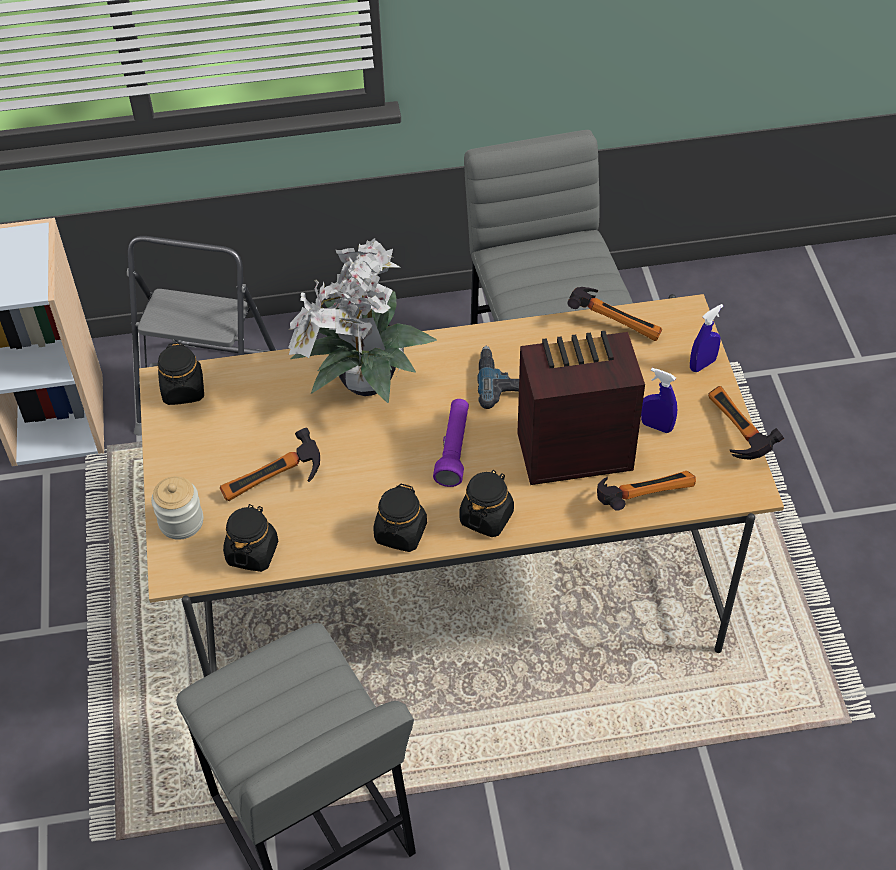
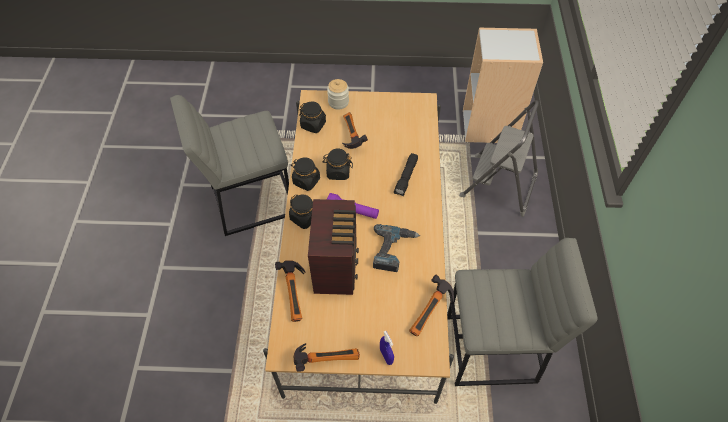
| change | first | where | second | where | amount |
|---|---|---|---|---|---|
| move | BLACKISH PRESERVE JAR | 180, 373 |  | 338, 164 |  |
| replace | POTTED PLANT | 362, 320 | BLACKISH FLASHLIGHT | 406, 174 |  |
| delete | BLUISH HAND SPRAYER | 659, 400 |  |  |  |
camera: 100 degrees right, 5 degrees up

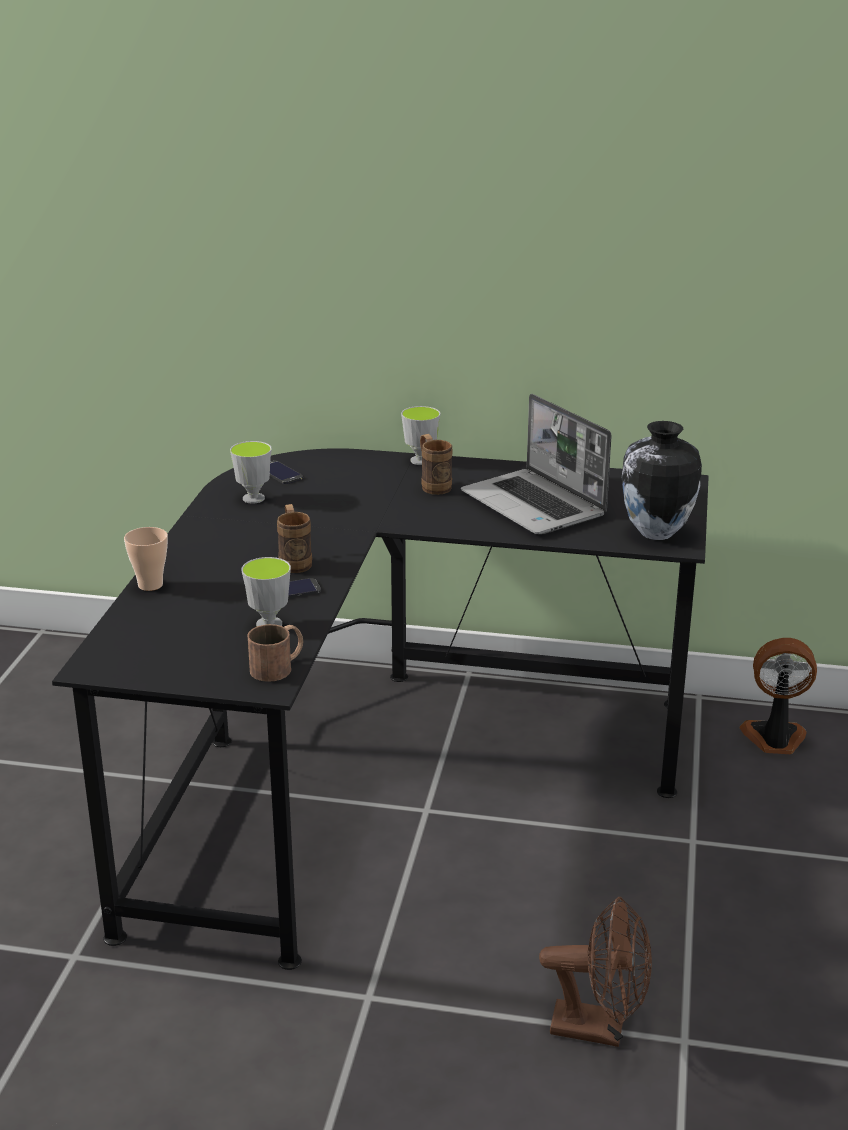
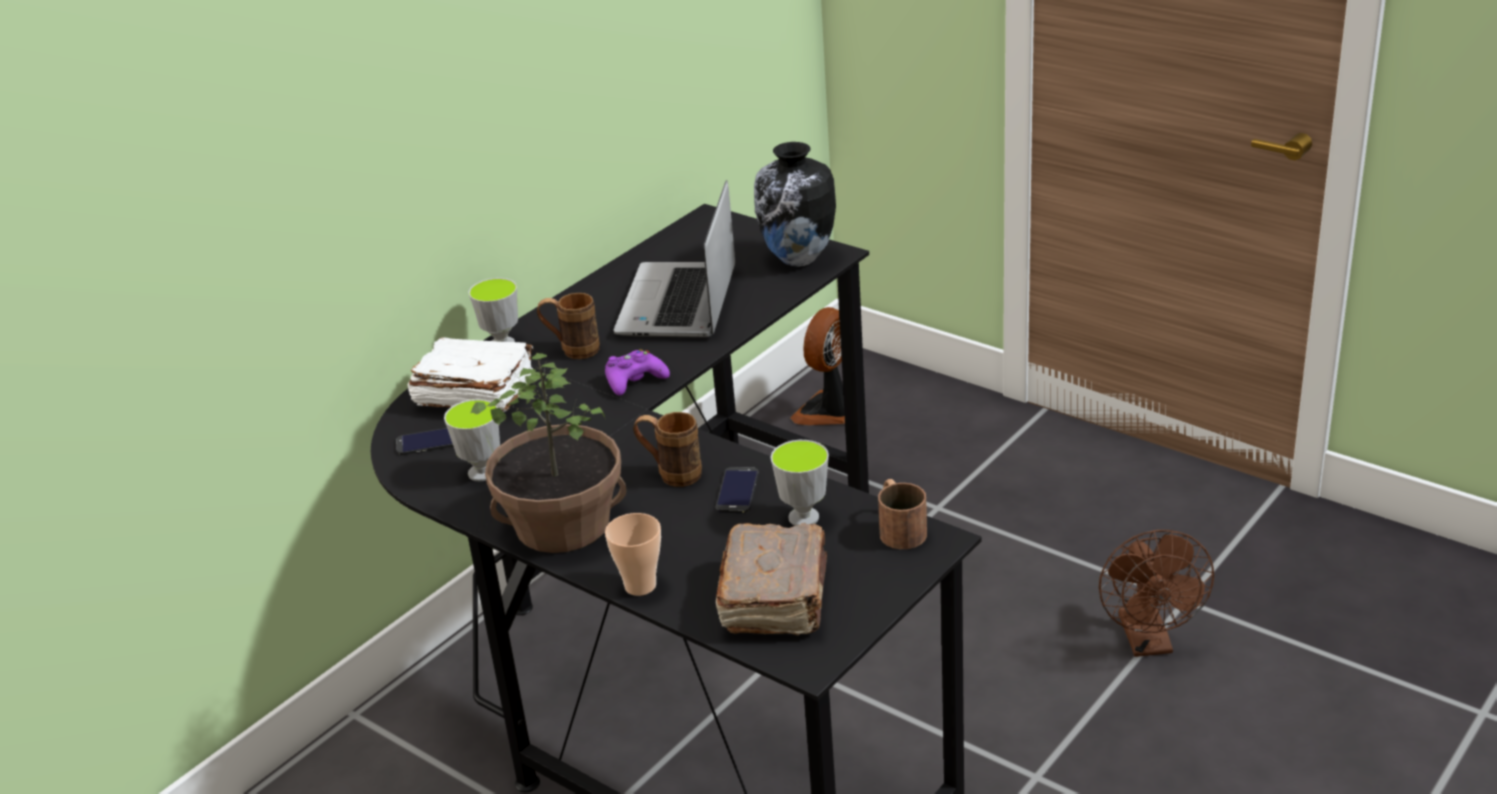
| change | first | where | second | where | amount |
|---|---|---|---|---|---|
| insert |  |  | WHITISH VOLUME | 470, 374 |  |
| insert |  |  | POTTED PLANT | 548, 453 |  |
| insert |  |  | PURPLISH JOYPAD | 637, 372 |  |
| rotate | LAPTOP | 536, 464 |  | 674, 259 | 105 degrees clockwise |
| insert |  |  | BROWNISH VOLUME | 771, 579 |  |
| rotate | BROWNISH FAN | 595, 972 |  | 1156, 593 | 135 degrees clockwise |
camera: 60 degrees left, 5 degrees up

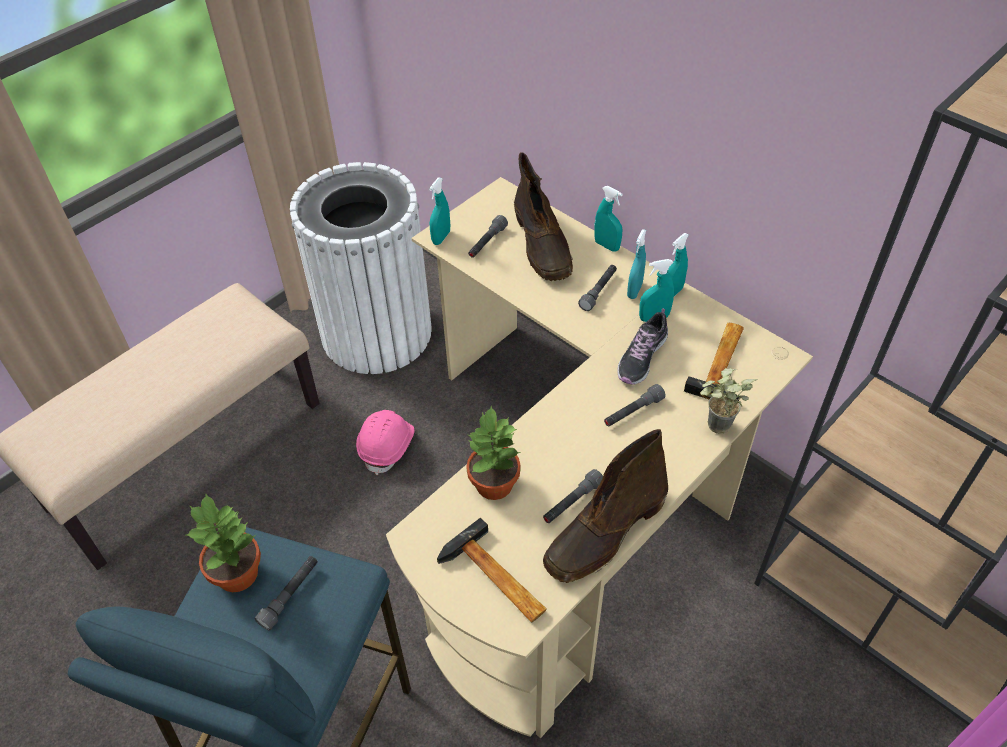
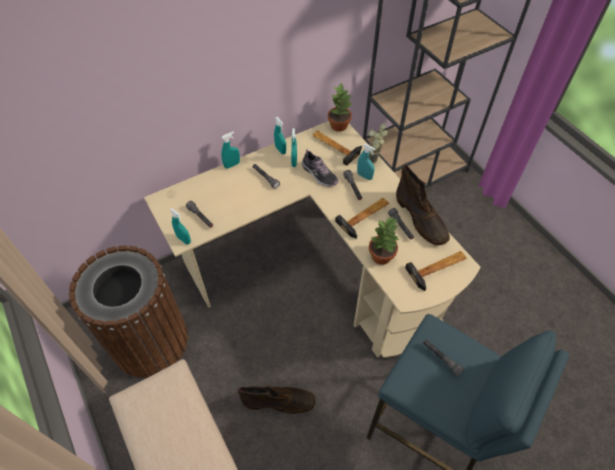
| change | first | where | second | where | amount |
|---|---|---|---|---|---|
| recolor | WHITISH TRASH CAN | 361, 268 | BROWNISH TRASH CAN | 128, 312 |  |
| move | BROWNISH BOOT | 543, 216 |  | 276, 399 |  |
| move | POTTED PLANT | 223, 543 |  | 340, 108 |  |
| insert |  |  | HAMMER | 362, 218 |  |
| move | BLUE-GREEN HAND SPRAYER | 636, 264 |  | 366, 162 |  |
| delete | PINKISH HARD HAT | 385, 442 |  |  |  |
camera: 75 degrees left, 5 degrees up

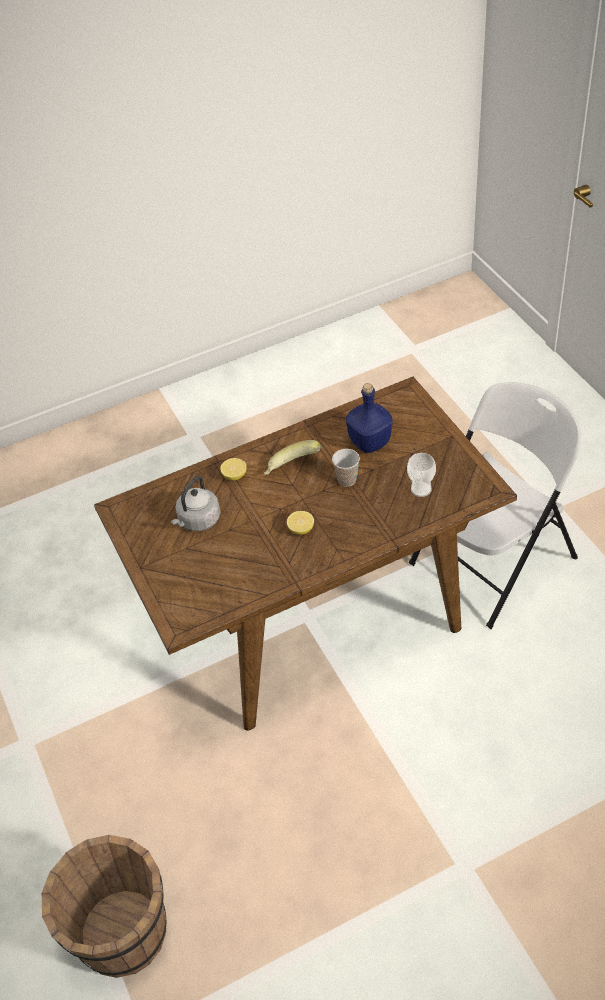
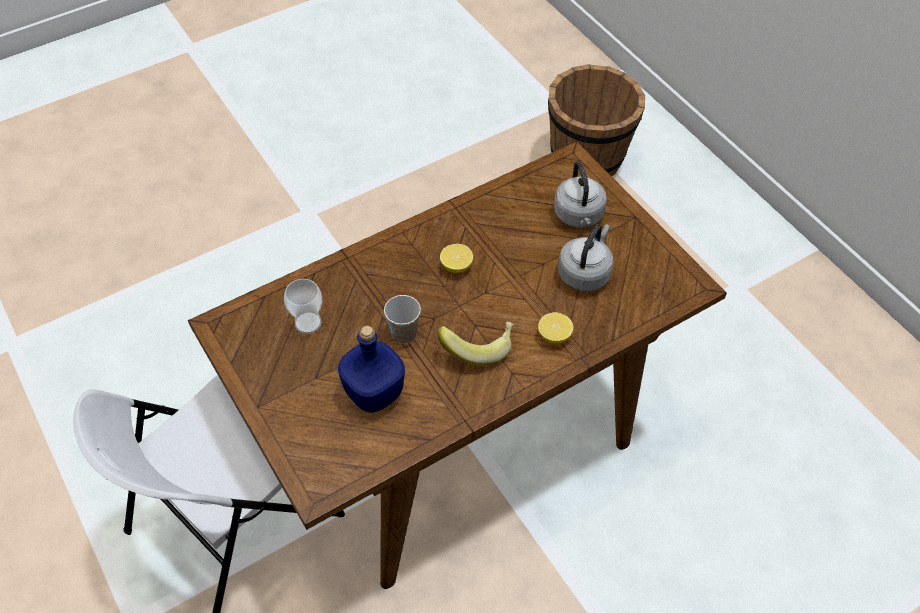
| change | first | where | second | where | amount |
|---|---|---|---|---|---|
| insert |  |  | GRAY TEA KETTLE | 580, 194 |  |
camera: 170 degrees right, 5 degrees up

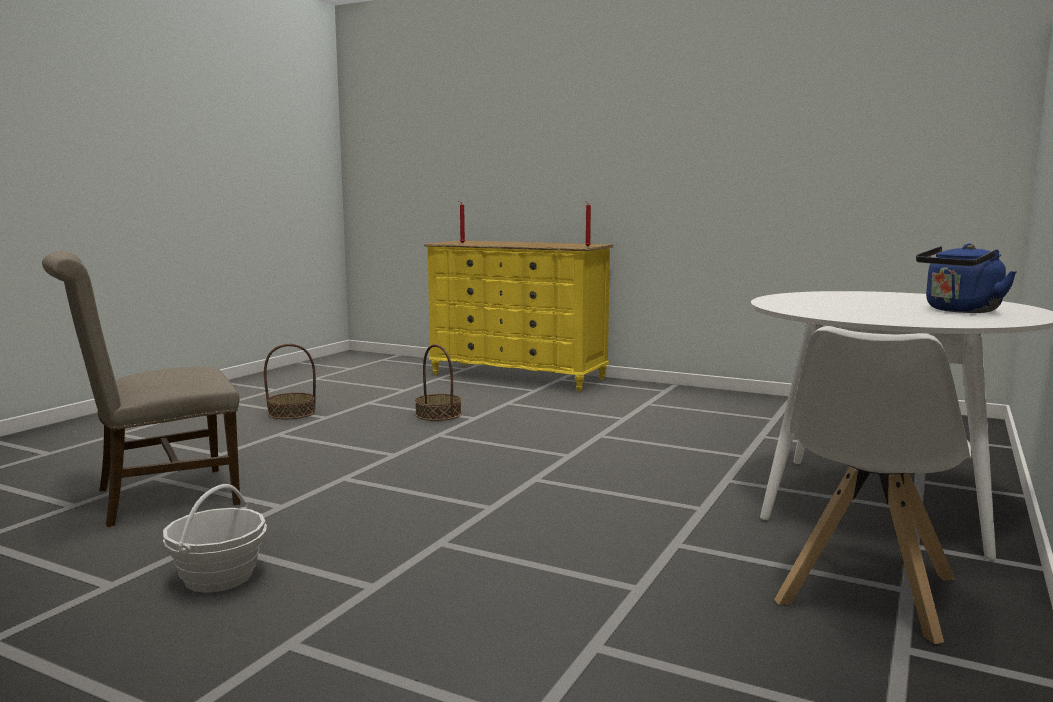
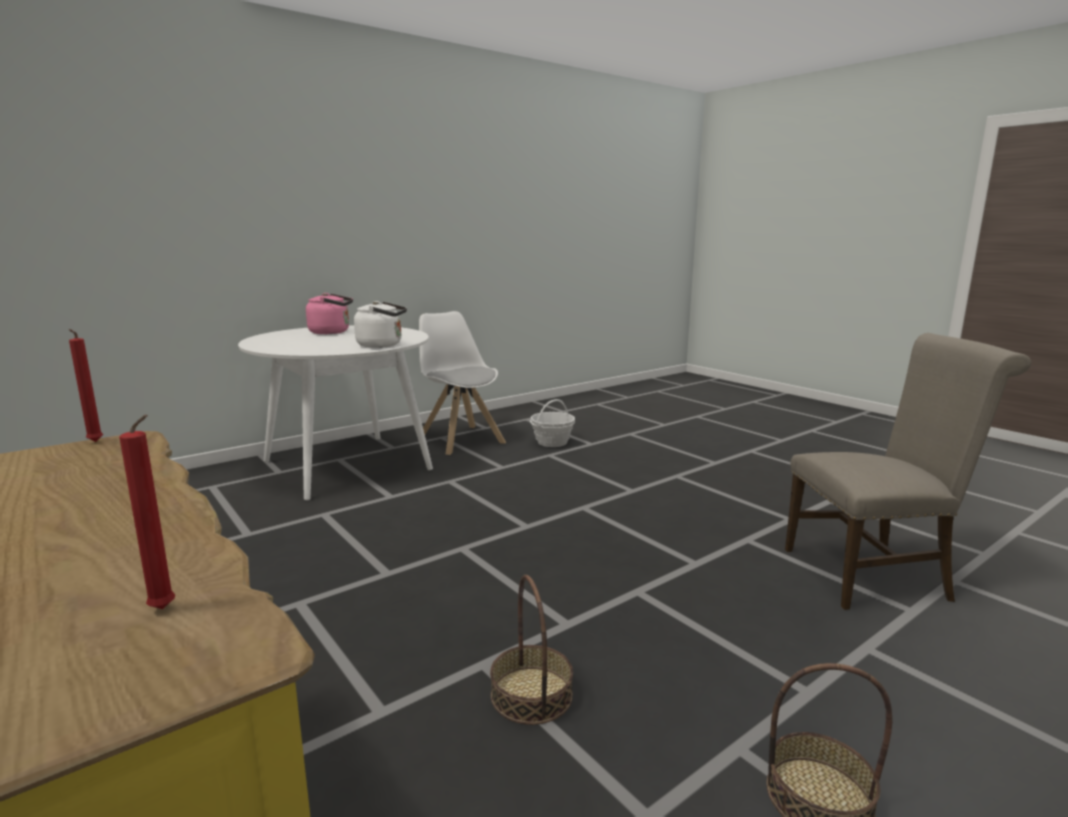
| change | first | where | second | where | amount |
|---|---|---|---|---|---|
| recolor | BLUISH TEA KETTLE | 966, 278 | PINKISH TEA KETTLE | 329, 313 |  |
| insert |  |  | WHITISH TEA KETTLE | 380, 324 |  |
| rotate | UPRIGHT CHAIR | 873, 485 |  | 462, 383 | 90 degrees counterclockwise |
| move | HOUSEHOLD BASKET | 215, 538 |  | 552, 423 |  |
camera: 155 degrees left, 5 degrees up

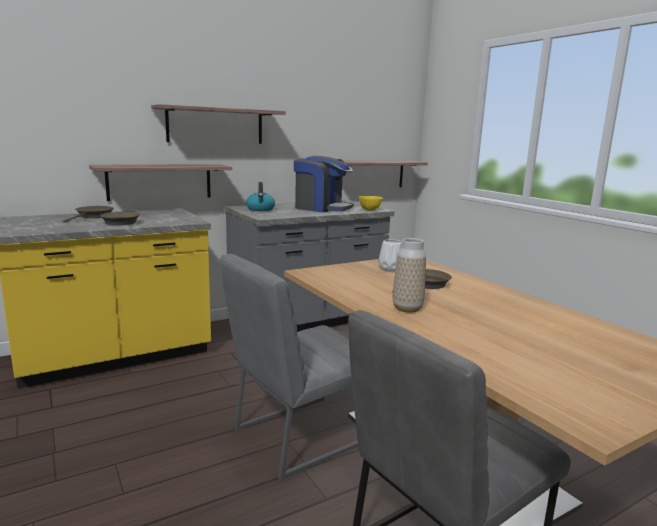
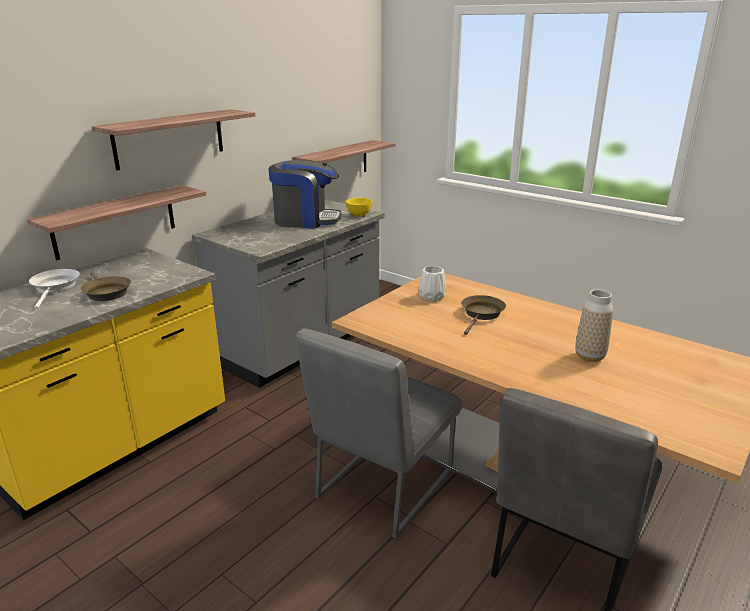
| change | first | where | second | where | amount |
|---|---|---|---|---|---|
| recolor | BROWNISH PAN | 88, 214 | WHITISH PAN | 54, 289 |  |
| move | FLOWER VASE | 409, 275 |  | 594, 325 |  |
| delete | TEA KETTLE | 260, 196 |  |  |  |
camera: 20 degrees left, 10 degrees up

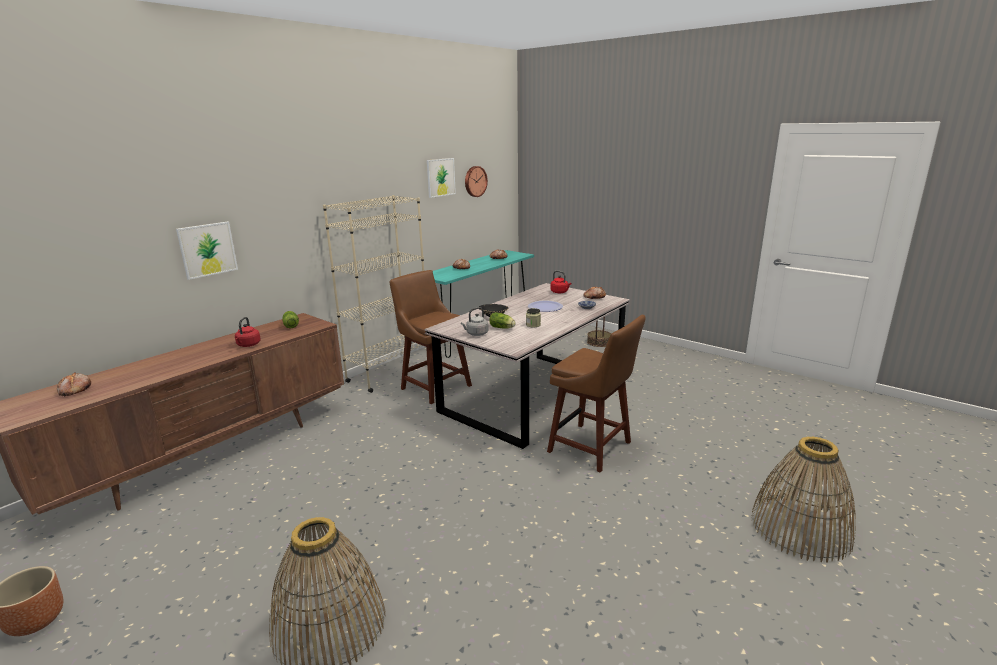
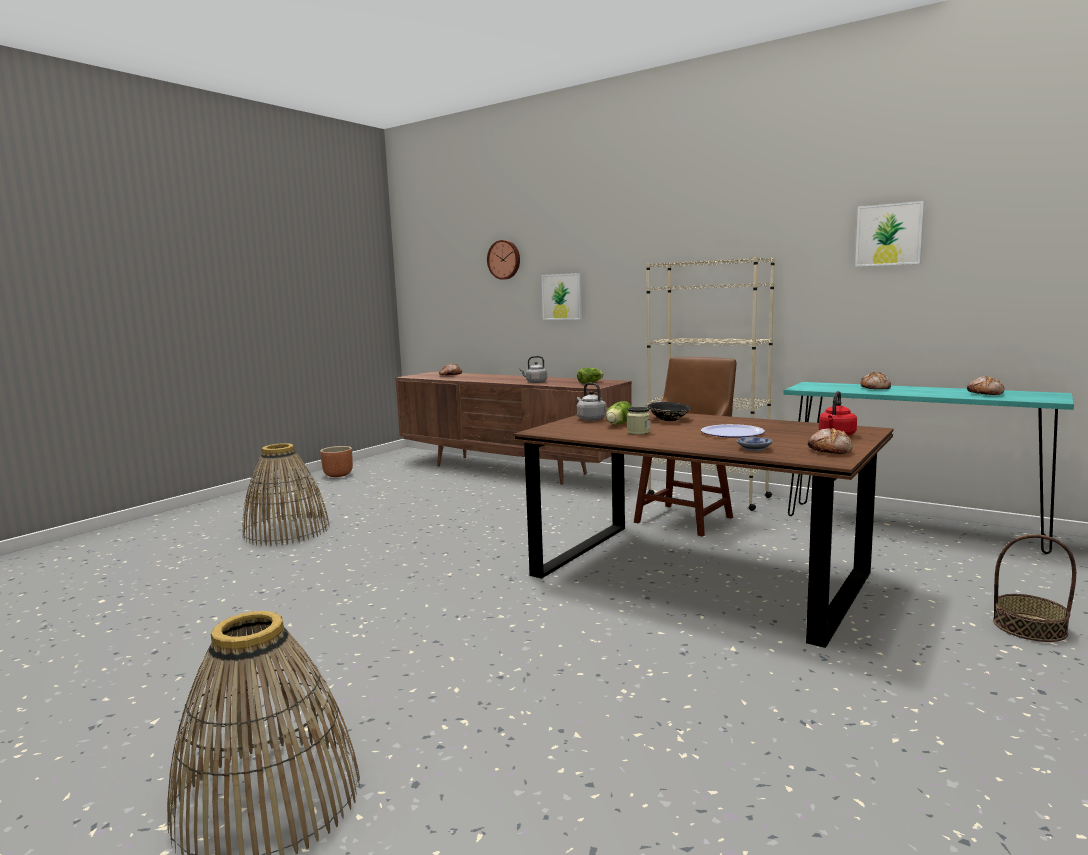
| change | first | where | second | where | amount |
|---|---|---|---|---|---|
| move | HANGING CLOCK | 476, 181 |  | 503, 260 |  |
| recolor | GRAY DINNER TABLE | 527, 366 | BROWNISH DINNER TABLE | 703, 527 |  |
| recolor | REDDISH TEA KETTLE | 248, 332 | GRAY TEA KETTLE | 533, 369 |  |
| delete | BROWNISH UPRIGHT CHAIR | 596, 393 |  |  |  |
camera: 85 degrees right, 10 degrees down

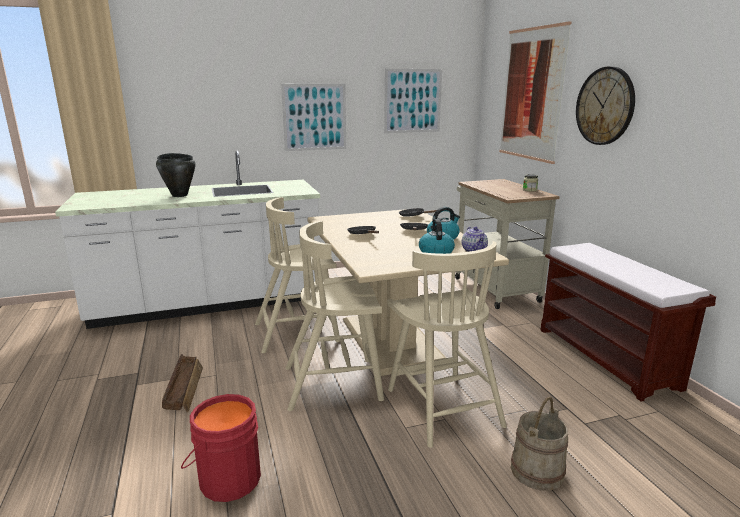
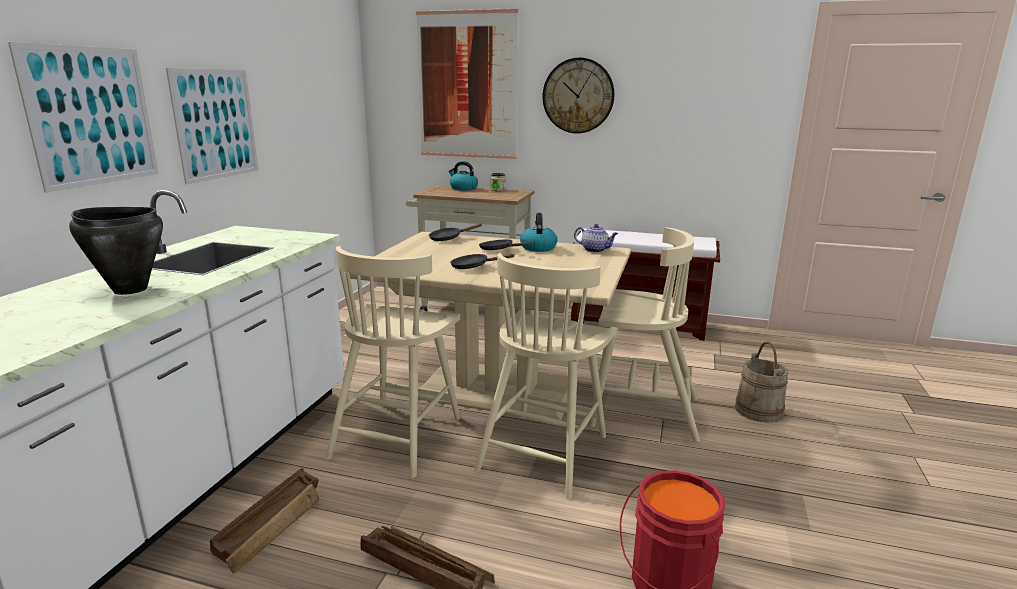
| change | first | where | second | where | amount |
|---|---|---|---|---|---|
| move | PICTURE | 413, 101 |  | 83, 117 |  |
| insert |  |  | CRATE | 264, 520 |  |
| move | TEA KETTLE | 437, 236 |  | 463, 176 |  |
camera: 55 degrees left, 0 degrees up

